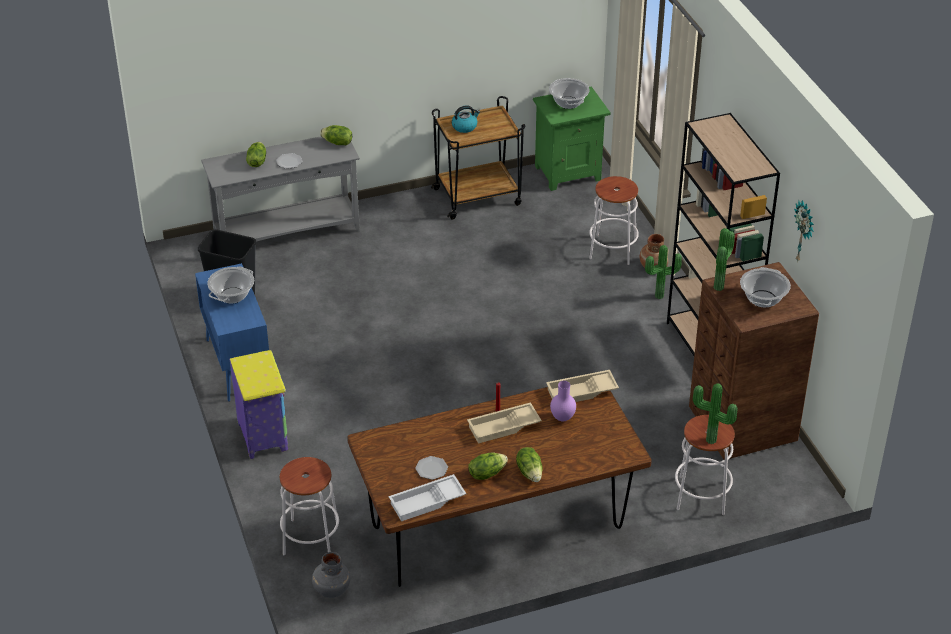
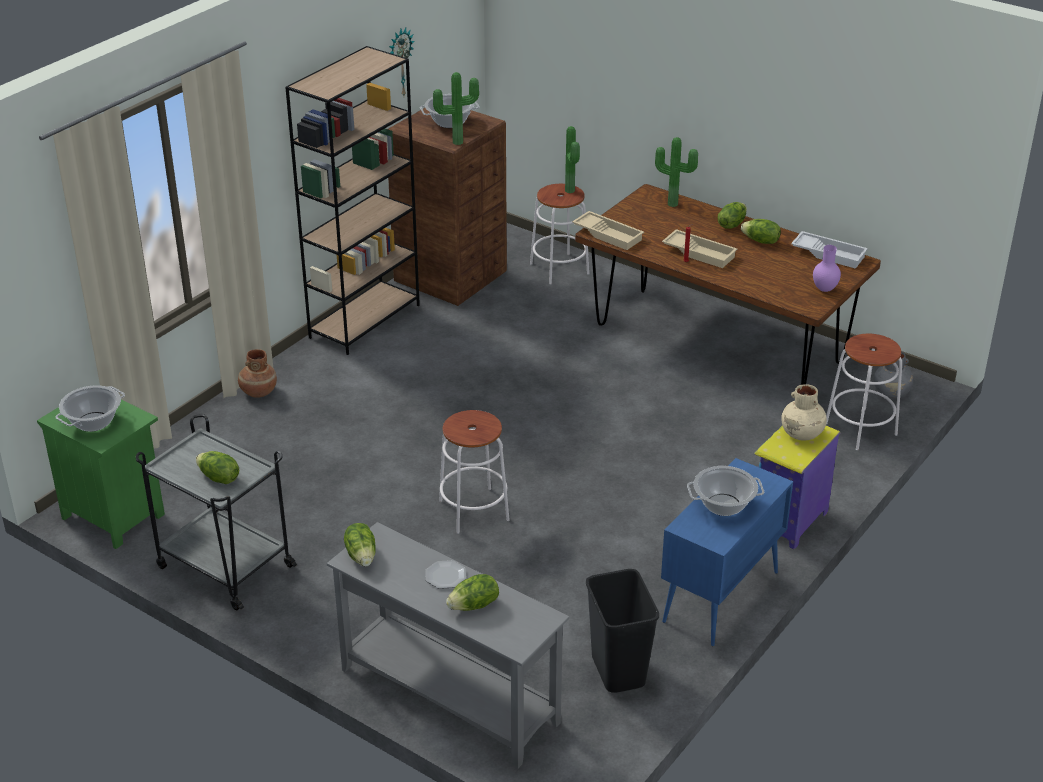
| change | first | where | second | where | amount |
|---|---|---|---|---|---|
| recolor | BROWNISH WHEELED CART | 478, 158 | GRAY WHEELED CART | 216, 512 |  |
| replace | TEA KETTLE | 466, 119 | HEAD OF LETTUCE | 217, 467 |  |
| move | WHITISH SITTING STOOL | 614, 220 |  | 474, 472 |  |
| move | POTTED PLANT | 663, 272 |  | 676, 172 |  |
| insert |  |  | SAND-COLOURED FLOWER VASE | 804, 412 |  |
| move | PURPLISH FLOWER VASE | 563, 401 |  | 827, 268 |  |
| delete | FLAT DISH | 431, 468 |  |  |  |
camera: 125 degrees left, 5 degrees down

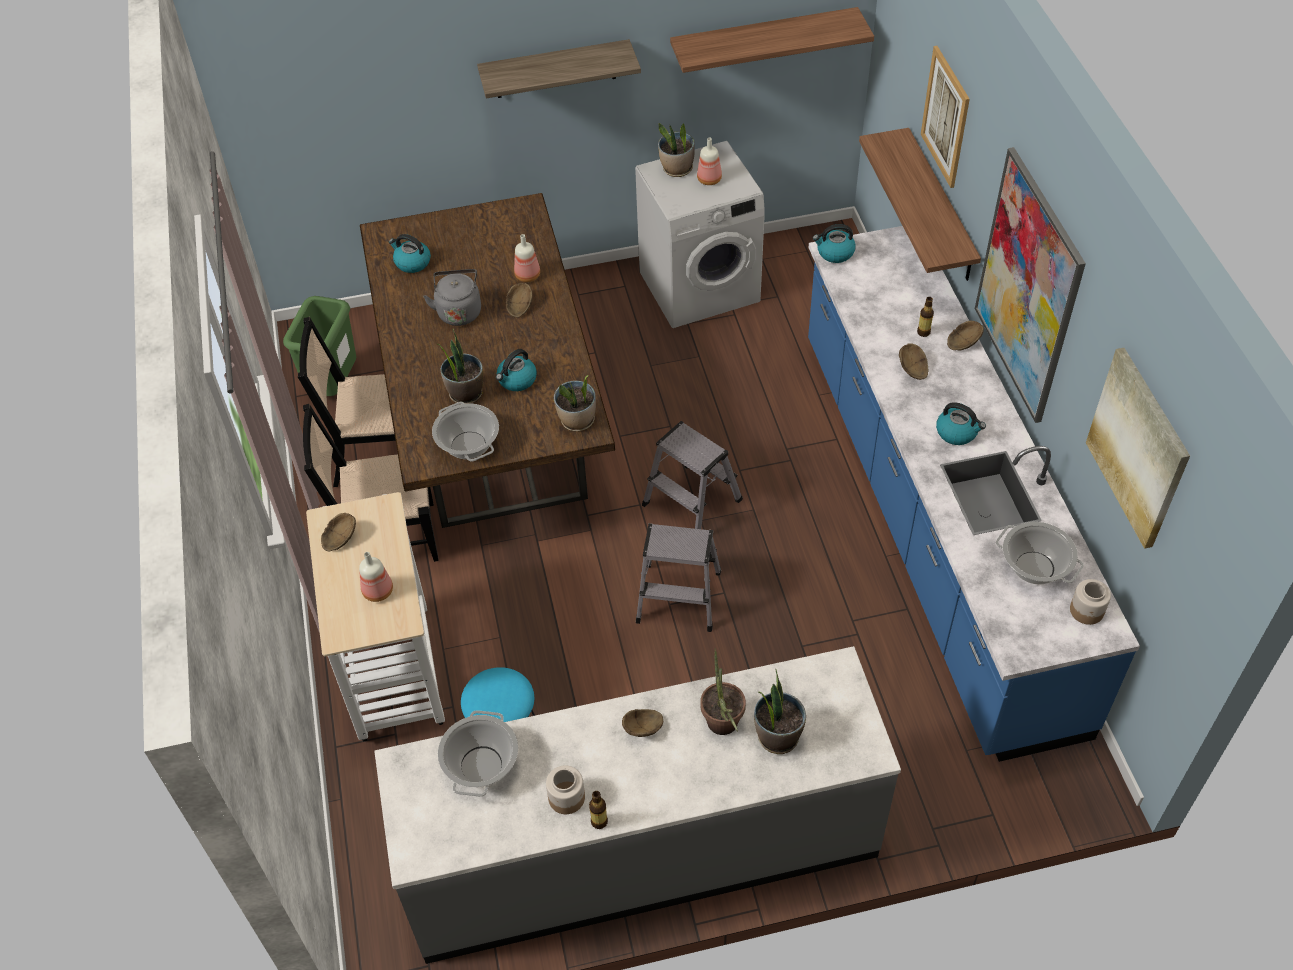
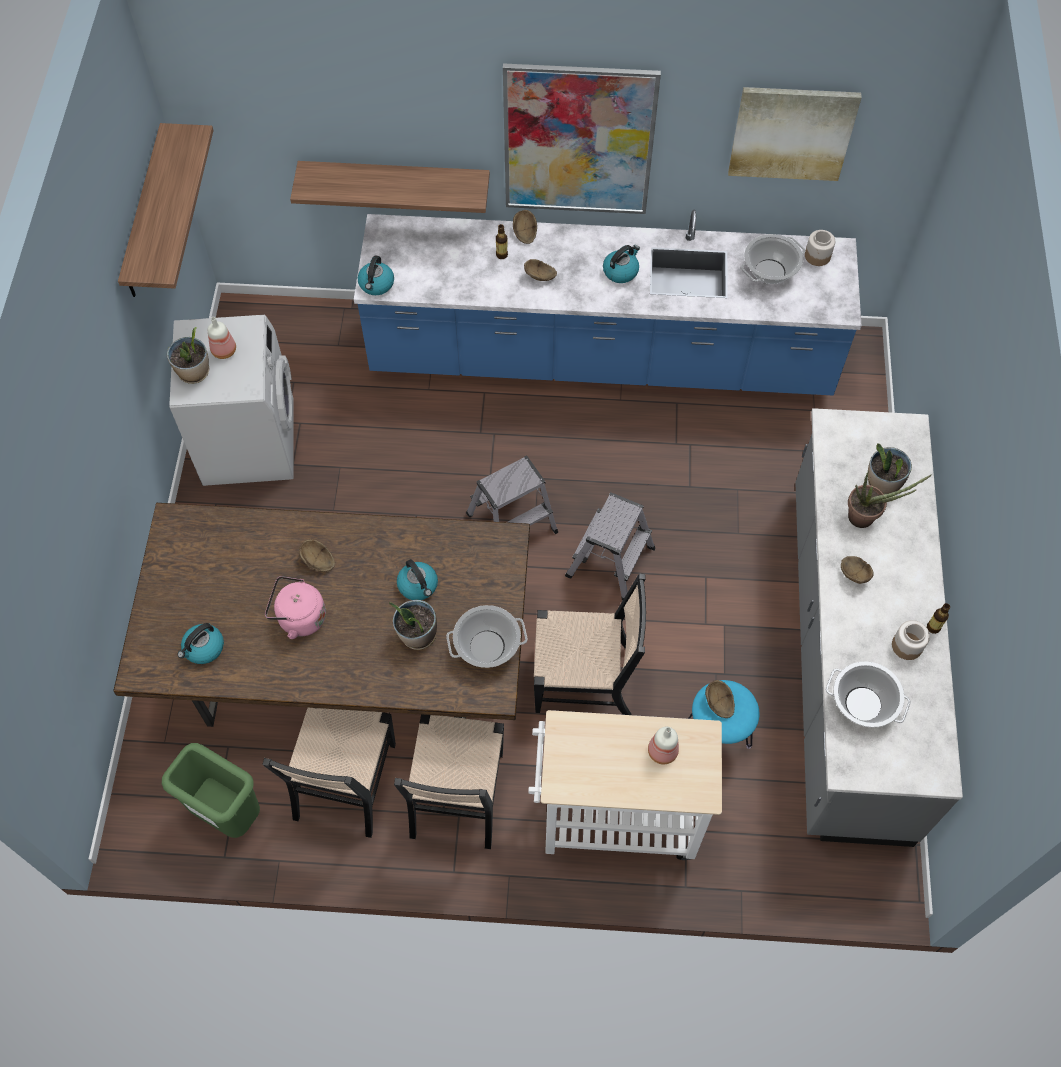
| change | first | where | second | where | amount |
|---|---|---|---|---|---|
| recolor | GRAY TEA KETTLE | 452, 297 | PINKISH TEA KETTLE | 295, 607 |  |
| insert |  |  | UPRIGHT CHAIR | 590, 644 |  |
| move | BROWNISH DEEP DISH | 338, 532 |  | 720, 699 |  |
| delete | SHELF | 559, 68 |  |  |  |
| delete | DRINK BOTTLE | 527, 258 |  |  |  |
| delete | POTTED PLANT | 575, 403 |  |  |  |
| delete | PICTURE | 945, 117 |  |  |  |
camera: 75 degrees left, 10 degrees up

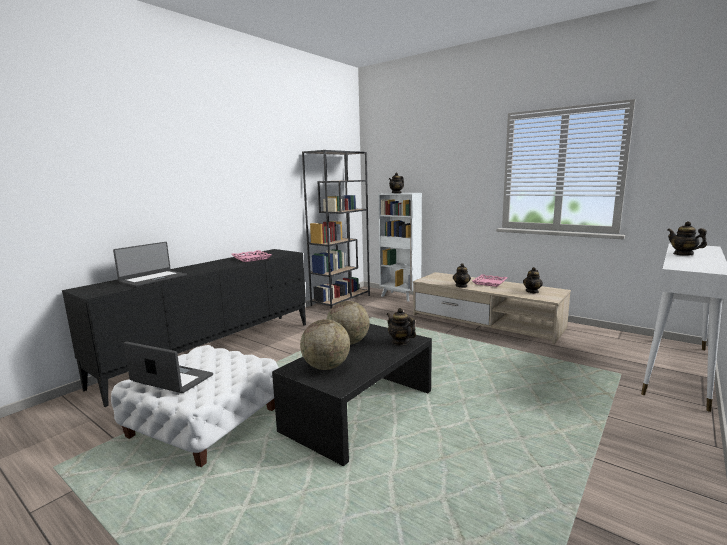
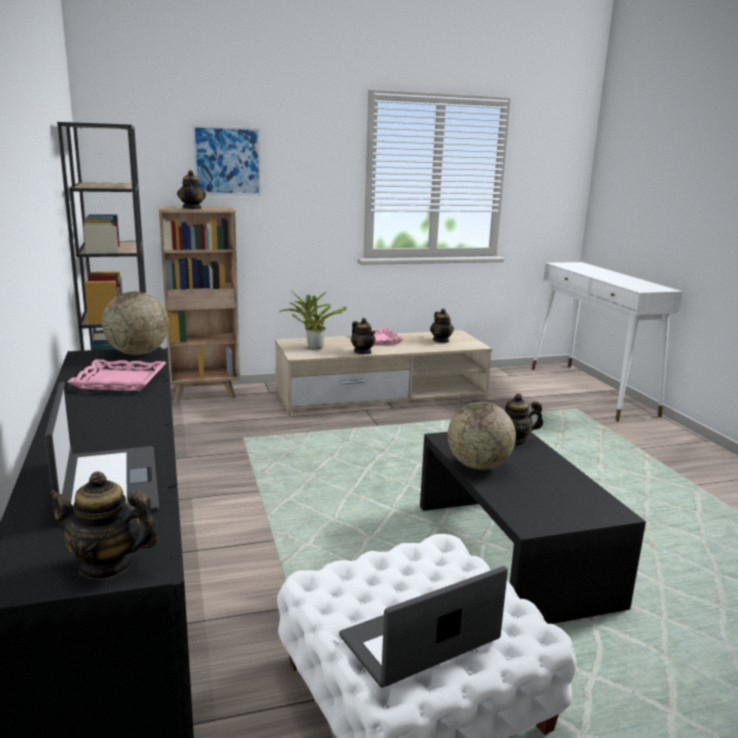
| change | first | where | second | where | amount |
|---|---|---|---|---|---|
| move | POT FOR TEA | 687, 238 |  | 103, 526 |  |
| move | GLOBE | 325, 344 |  | 135, 323 |  |
| recolor | WHITISH BOOKSHELF | 400, 247 | BROWNISH BOOKSHELF | 199, 304 |  |
| insert |  |  | PICTURE | 226, 160 |  |
| insert |  |  | POTTED PLANT | 313, 320 |  |
camera: 55 degrees left, 5 degrees up

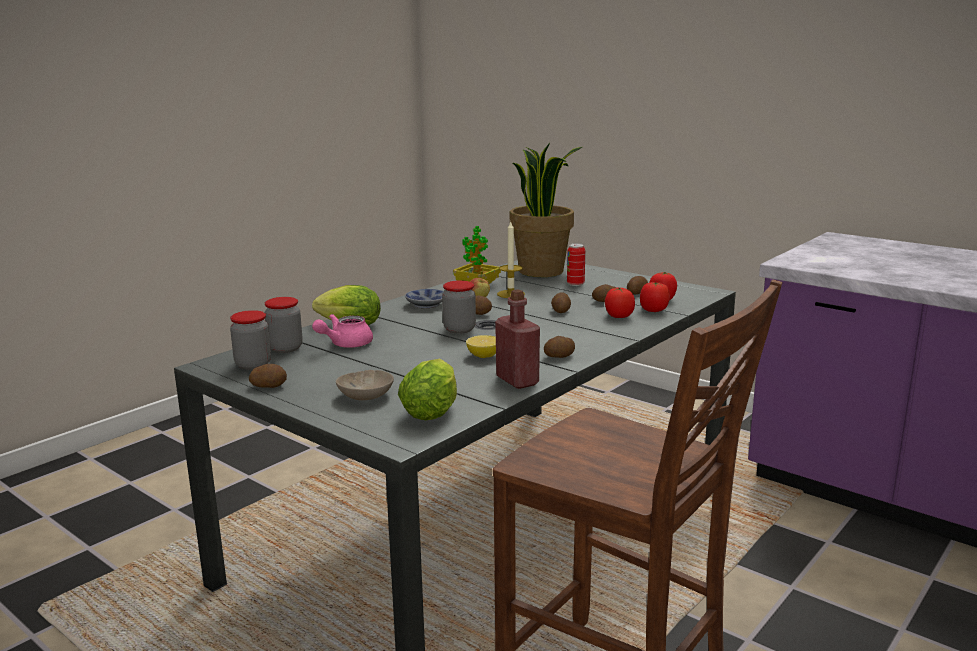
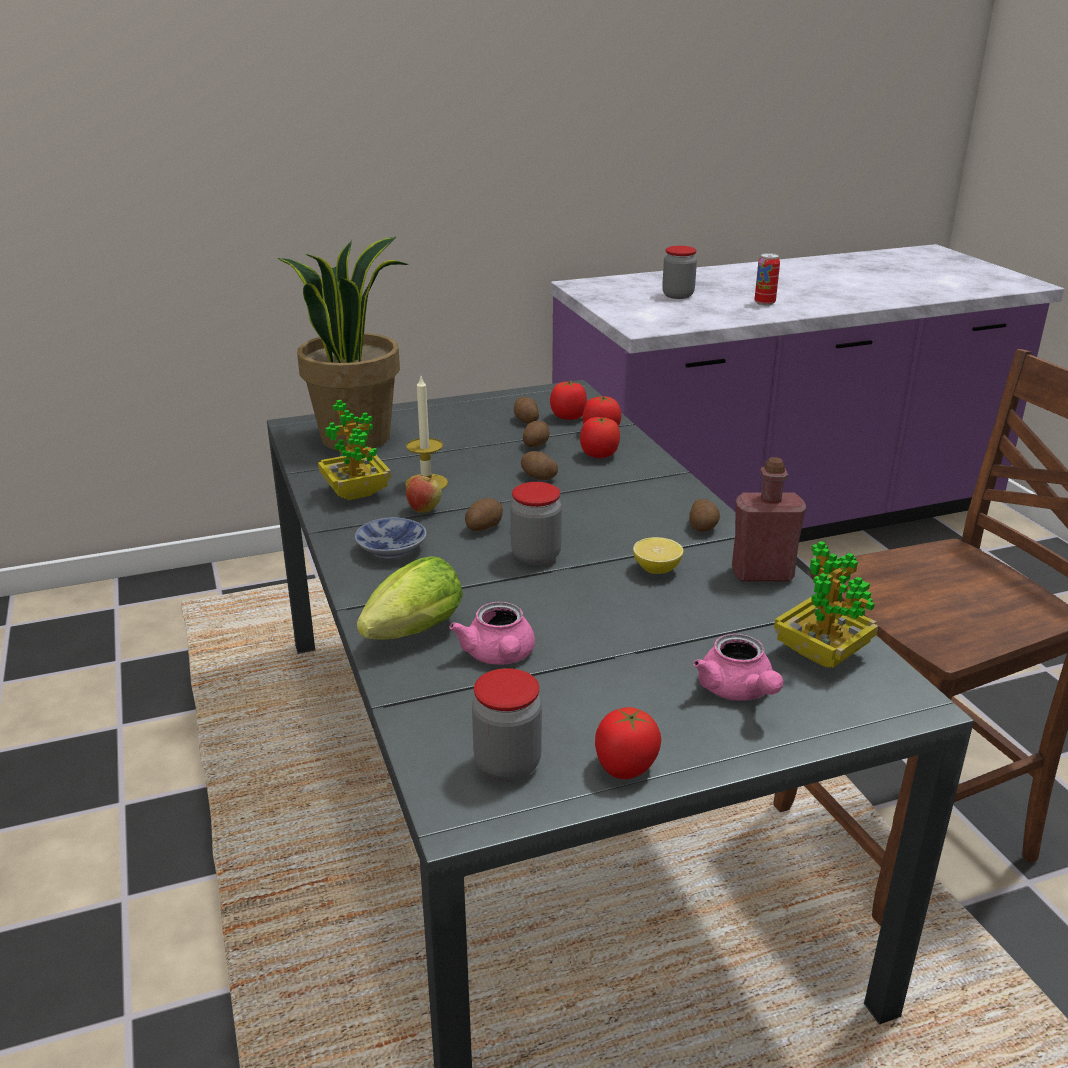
| change | first | where | second | where | amount |
|---|---|---|---|---|---|
| replace | POTATO | 268, 376 | TOMATO | 628, 743 |  |
| move | PRESERVE JAR | 284, 325 |  | 679, 272 |  |
| replace | SAND-COLOURED DEEP DISH | 365, 385 | PINKISH POT FOR TEA | 738, 667 |  |
| move | CAN | 576, 264 |  | 767, 279 |  |
| replace | HEAD OF LETTUCE | 427, 389 | POTTED PLANT | 826, 604 |  |
camera: 60 degrees left, 10 degrees up

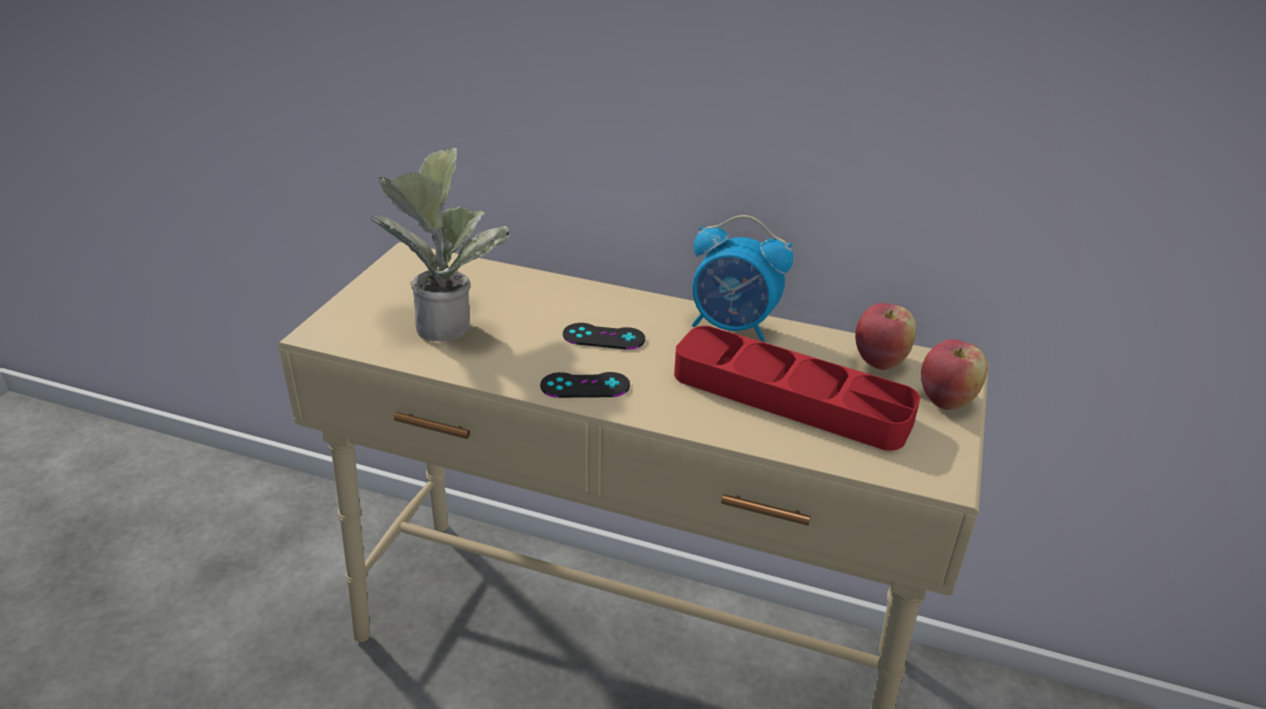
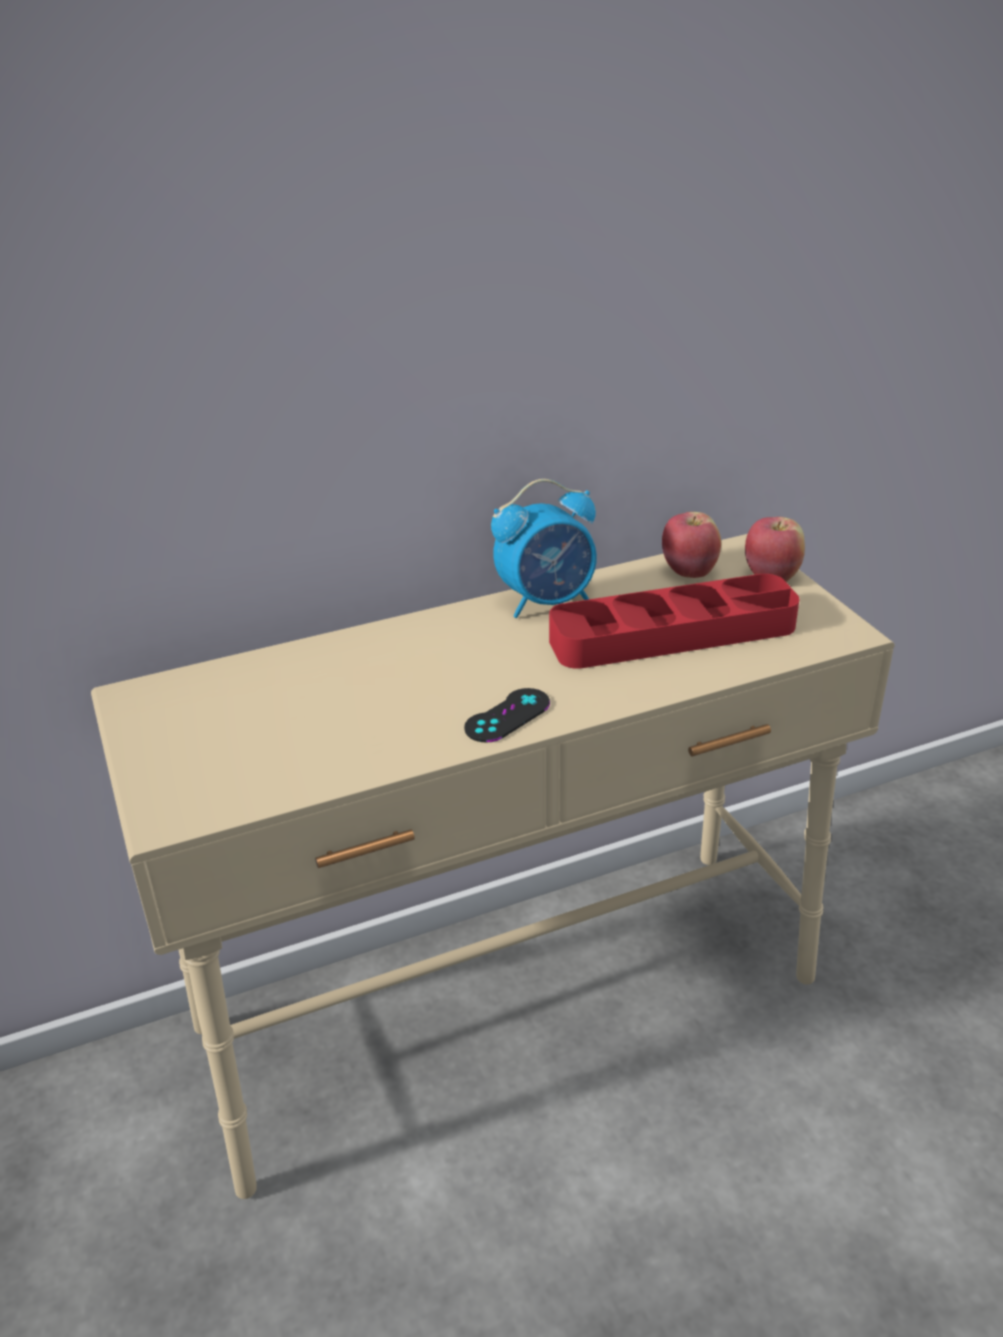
| change | first | where | second | where | amount |
|---|---|---|---|---|---|
| delete | POTTED PLANT | 440, 245 |  |  |  |
| delete | BLACKISH JOYPAD | 604, 336 |  |  |  |
camera: 40 degrees left, 0 degrees up

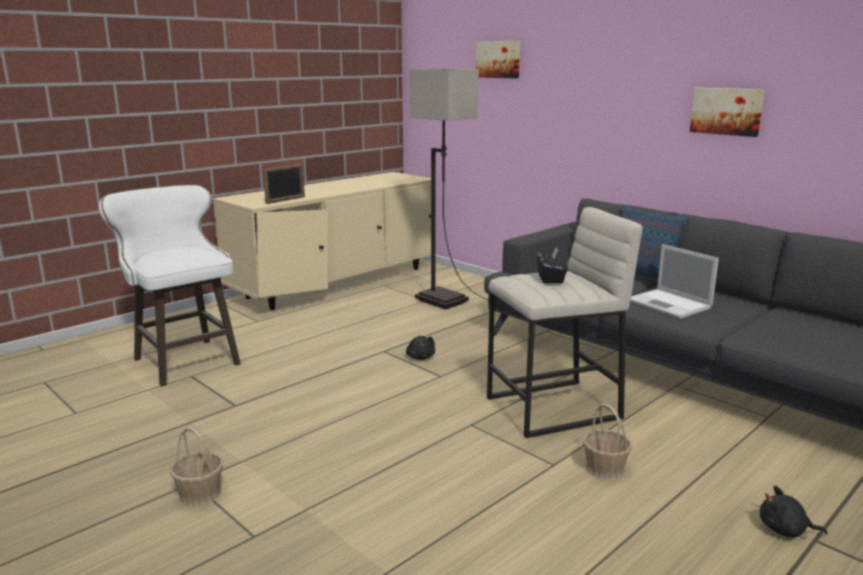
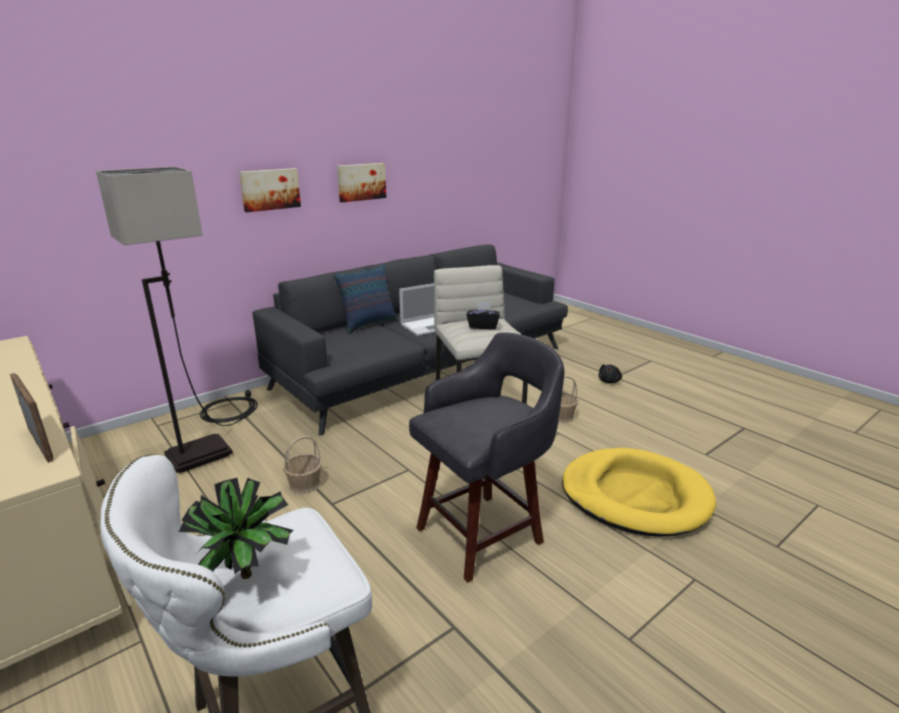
| change | first | where | second | where | amount |
|---|---|---|---|---|---|
| insert |  |  | POTTED PLANT | 236, 528 |  |
| move | PICTURE | 498, 59 |  | 270, 190 |  |
| move | HOUSEHOLD BASKET | 196, 466 |  | 302, 465 |  |
| insert |  |  | GRAY SITTING STOOL | 487, 458 |  |
| insert |  |  | YELLOW DOG BED | 639, 492 |  |
| delete | BLACKISH SOFT TOY | 420, 348 |  |  |  |
camera: 85 degrees left, 5 degrees up

